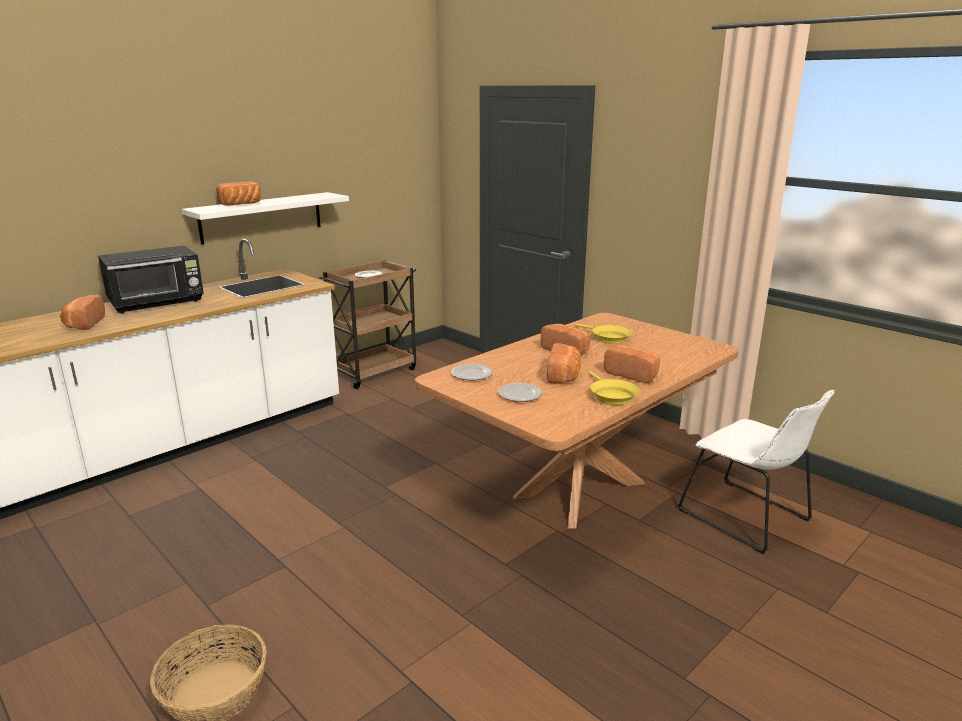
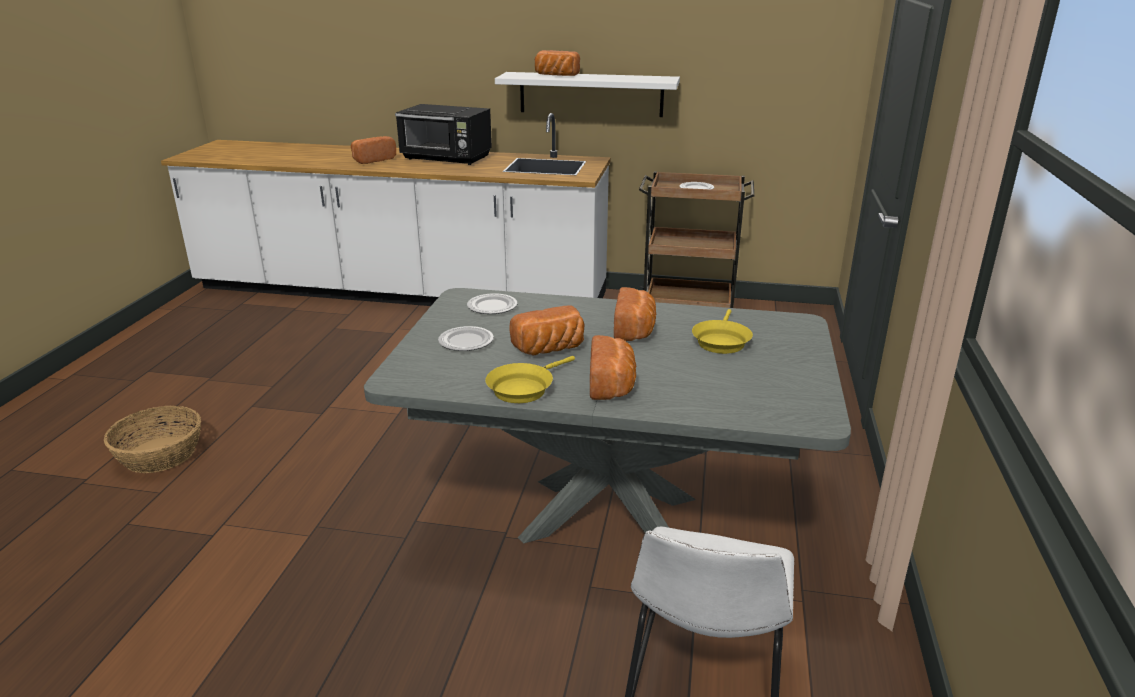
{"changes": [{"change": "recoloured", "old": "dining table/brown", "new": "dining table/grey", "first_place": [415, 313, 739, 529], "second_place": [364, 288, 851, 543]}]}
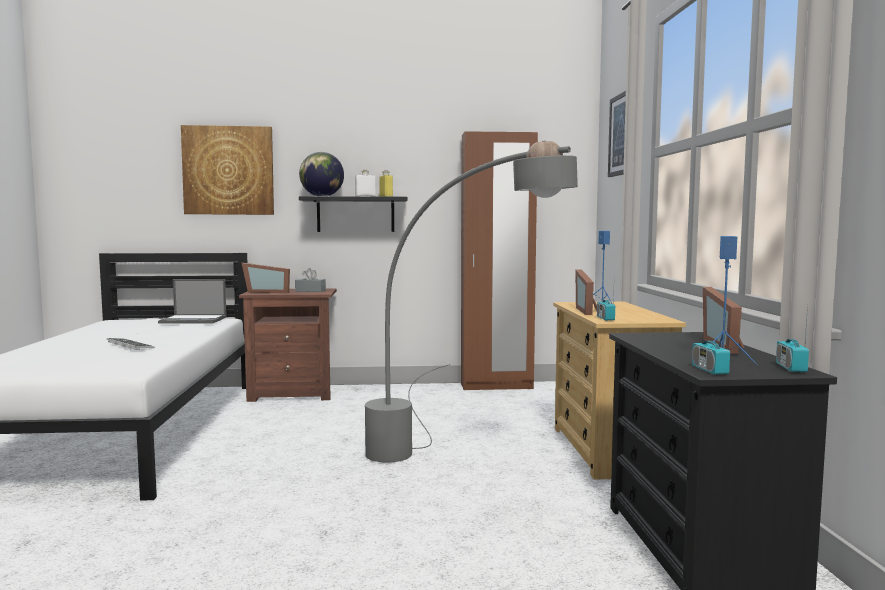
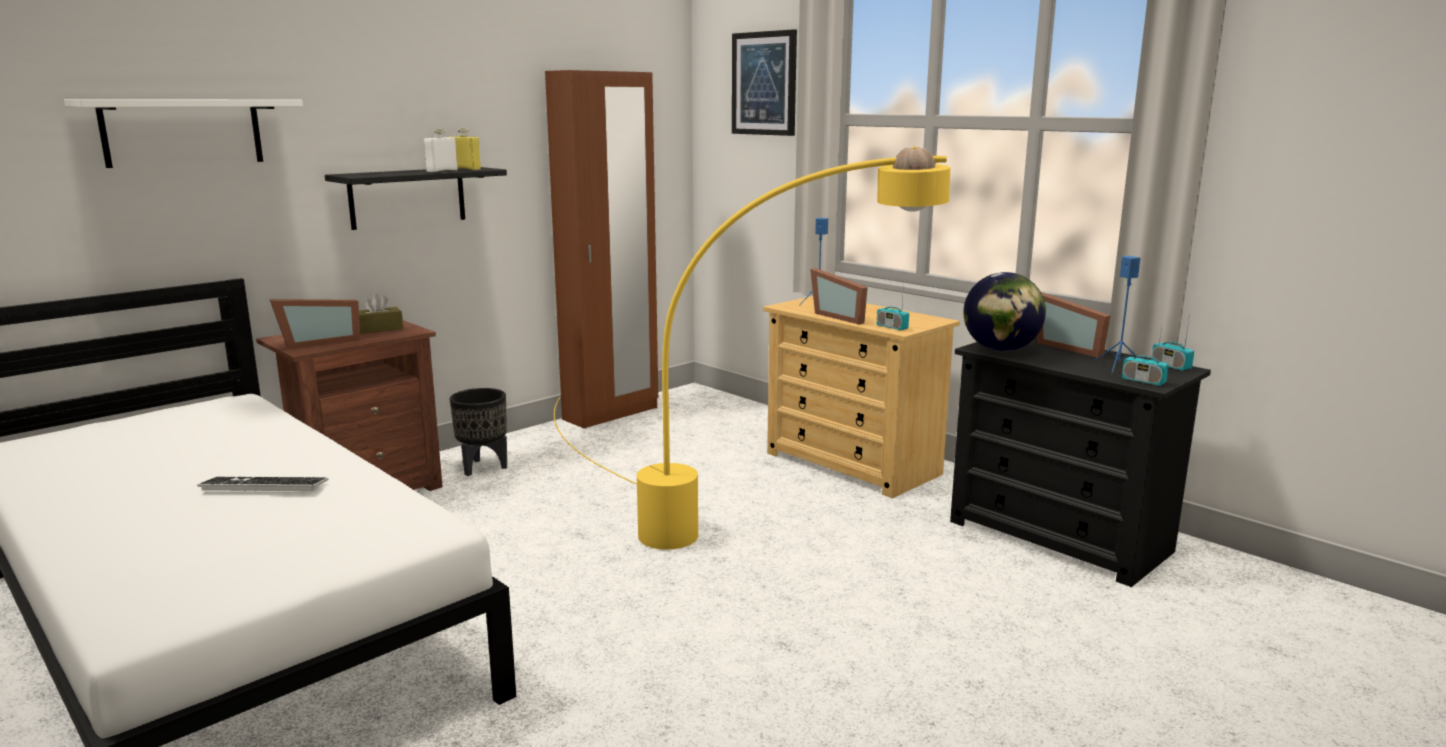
{"changes": [{"change": "removed", "old": "laptop", "first_place": [158, 279, 227, 324]}, {"change": "replaced", "old": "picture", "new": "shelf/white", "first_place": [181, 125, 274, 215], "second_place": [64, 99, 303, 168]}, {"change": "recoloured", "old": "tissue box/grey", "new": "tissue box/brown", "first_place": [295, 268, 326, 292], "second_place": [359, 293, 403, 334]}, {"change": "moved", "old": "globe", "first_place": [299, 152, 344, 196], "second_place": [963, 272, 1046, 351]}, {"change": "recoloured", "old": "floor lamp/grey", "new": "floor lamp/yellow", "first_place": [365, 141, 578, 463], "second_place": [554, 147, 950, 550]}, {"change": "added", "new": "planter/black", "second_place": [450, 388, 507, 476]}]}
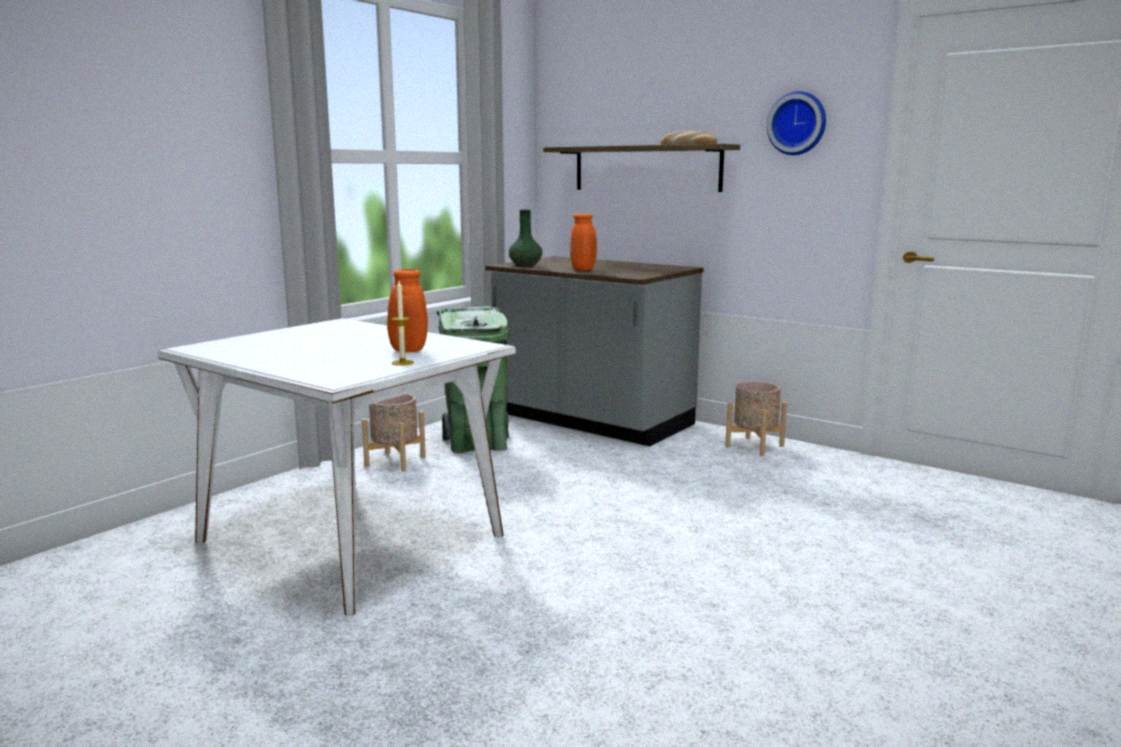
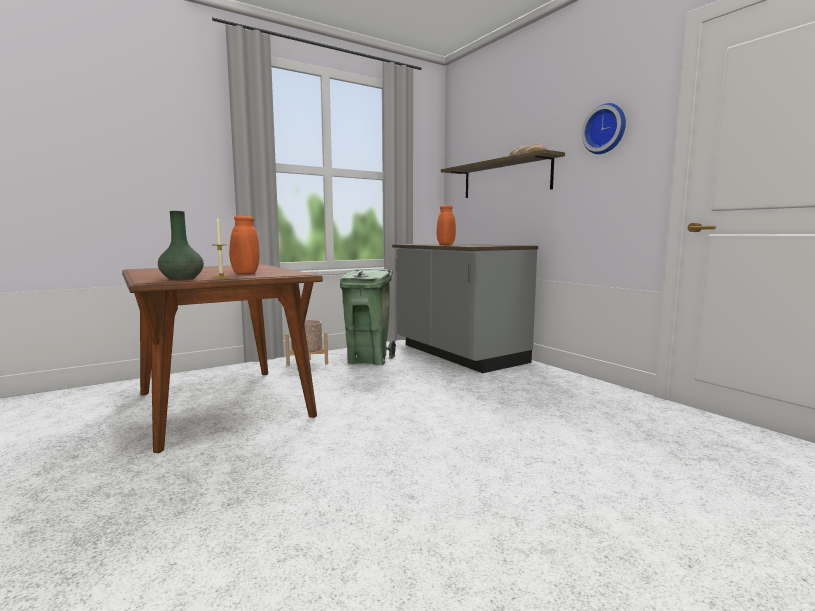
{"changes": [{"change": "recoloured", "old": "dining table/white", "new": "dining table/brown", "first_place": [158, 318, 516, 615], "second_place": [122, 264, 323, 453]}, {"change": "moved", "old": "vase/green", "first_place": [509, 210, 542, 266], "second_place": [158, 211, 204, 280]}, {"change": "removed", "old": "planter/beige", "first_place": [725, 381, 787, 456]}]}
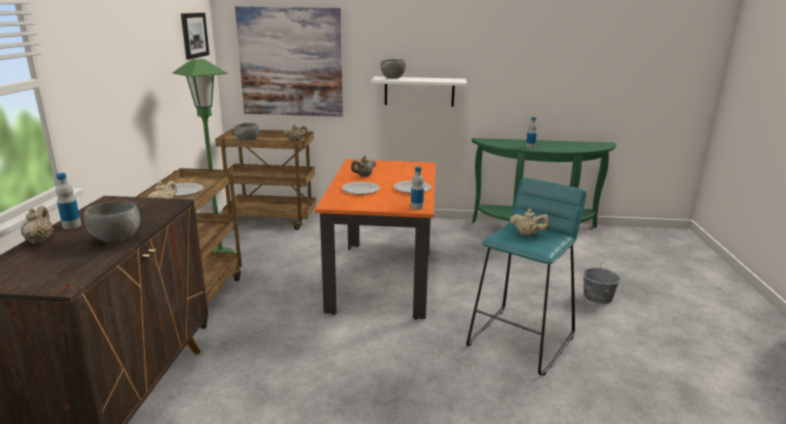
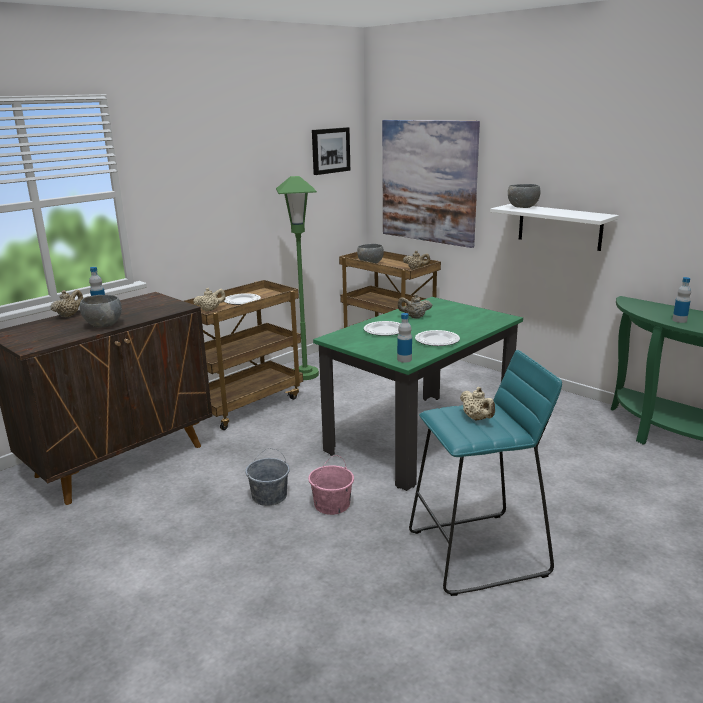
{"changes": [{"change": "recoloured", "old": "dining table/orange", "new": "dining table/green", "first_place": [315, 159, 436, 320], "second_place": [313, 297, 523, 491]}, {"change": "moved", "old": "bucket/grey", "first_place": [582, 258, 621, 304], "second_place": [245, 448, 290, 506]}, {"change": "added", "new": "bucket/pink", "second_place": [308, 456, 354, 515]}]}
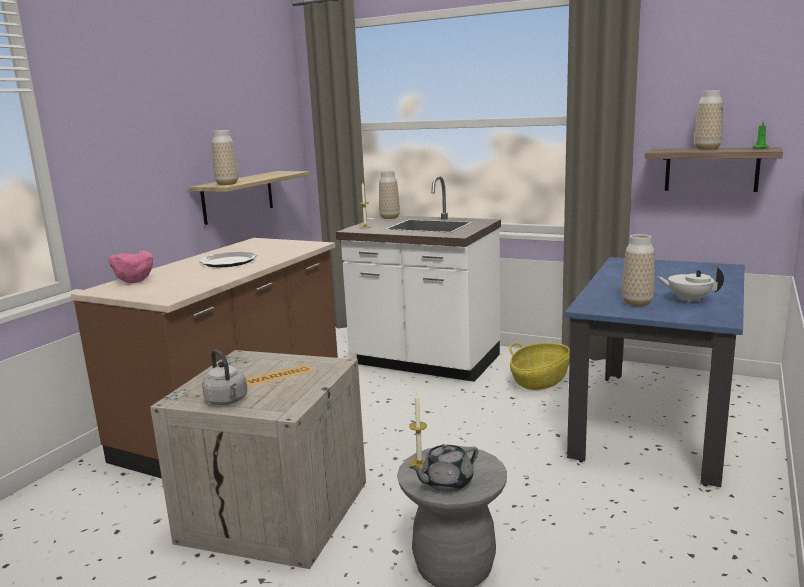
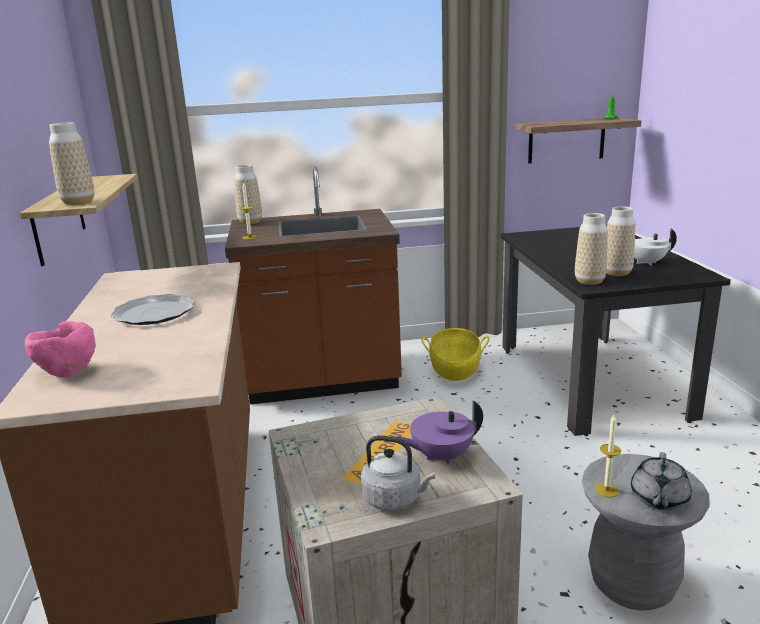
{"changes": [{"change": "recoloured", "old": "counter/white", "new": "counter/brown", "first_place": [336, 176, 501, 382], "second_place": [225, 166, 402, 405]}, {"change": "recoloured", "old": "dining table/blue", "new": "dining table/black", "first_place": [565, 257, 744, 487], "second_place": [500, 225, 731, 436]}, {"change": "moved", "old": "vase", "first_place": [694, 90, 723, 150], "second_place": [575, 213, 608, 285]}, {"change": "added", "new": "teapot/purple", "second_place": [396, 400, 483, 464]}]}
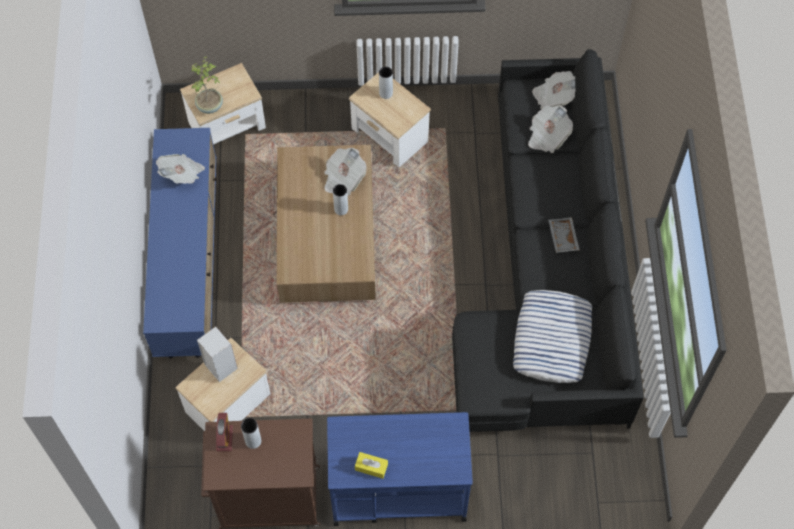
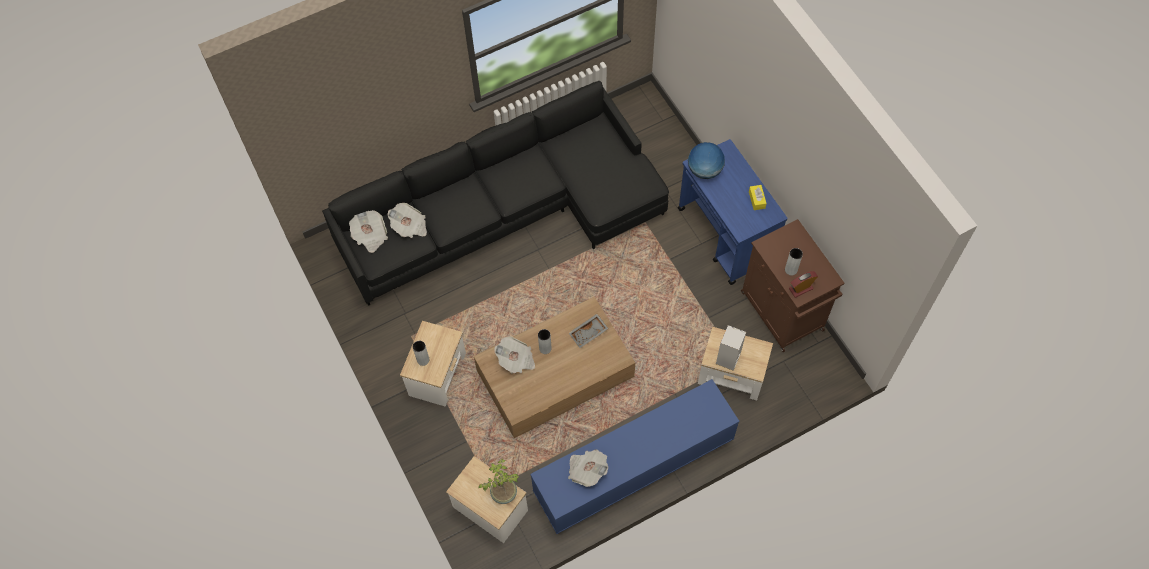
{"changes": [{"change": "removed", "old": "pillow", "first_place": [513, 290, 592, 383]}, {"change": "moved", "old": "tray/grey", "first_place": [548, 217, 580, 253], "second_place": [569, 314, 608, 348]}, {"change": "added", "new": "globe", "second_place": [688, 142, 725, 179]}]}
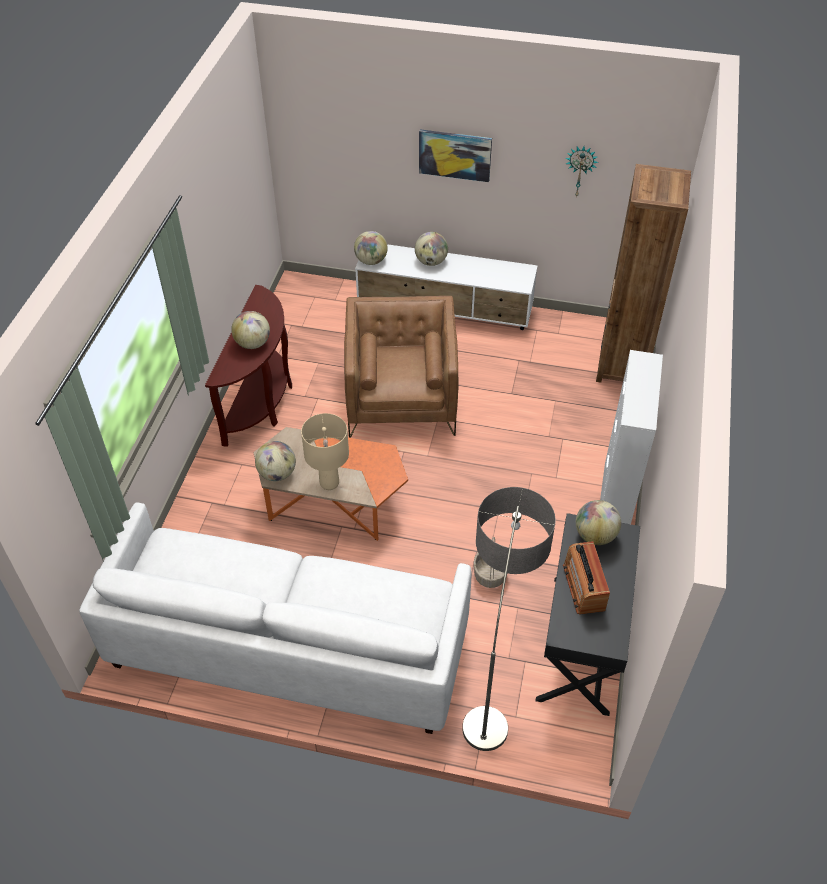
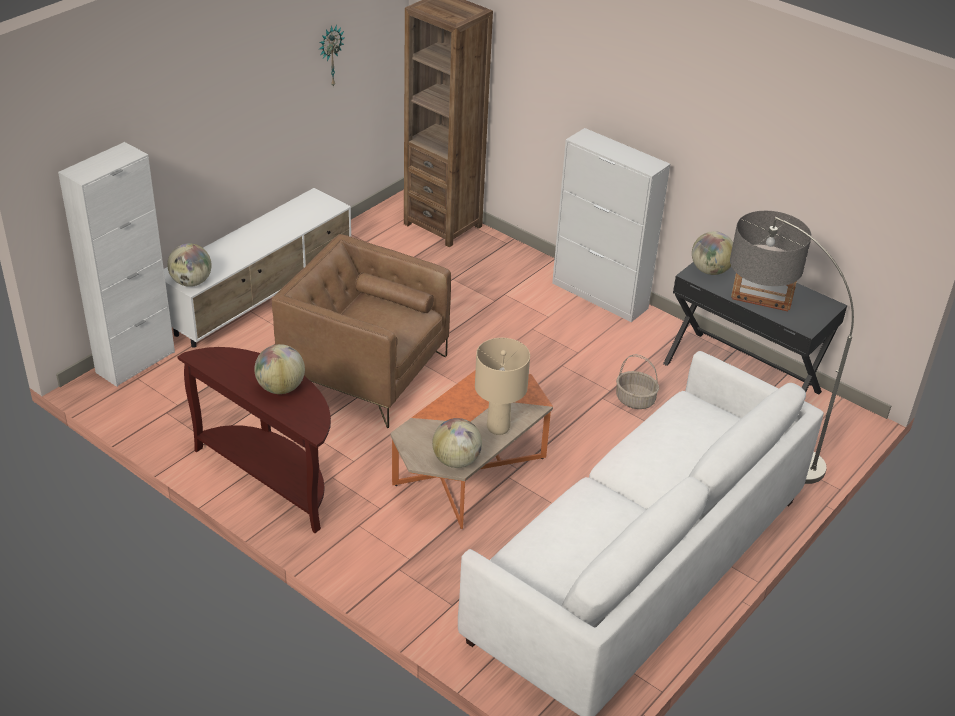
{"changes": [{"change": "removed", "old": "globe", "first_place": [415, 232, 448, 266]}, {"change": "removed", "old": "picture", "first_place": [419, 129, 492, 182]}, {"change": "added", "new": "cabinet/white", "second_place": [58, 142, 175, 387]}]}
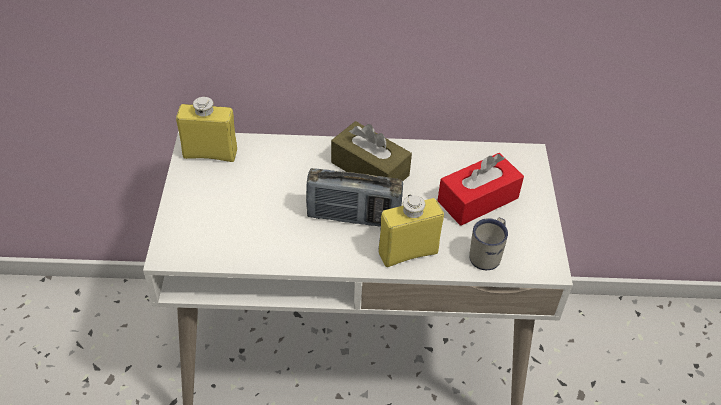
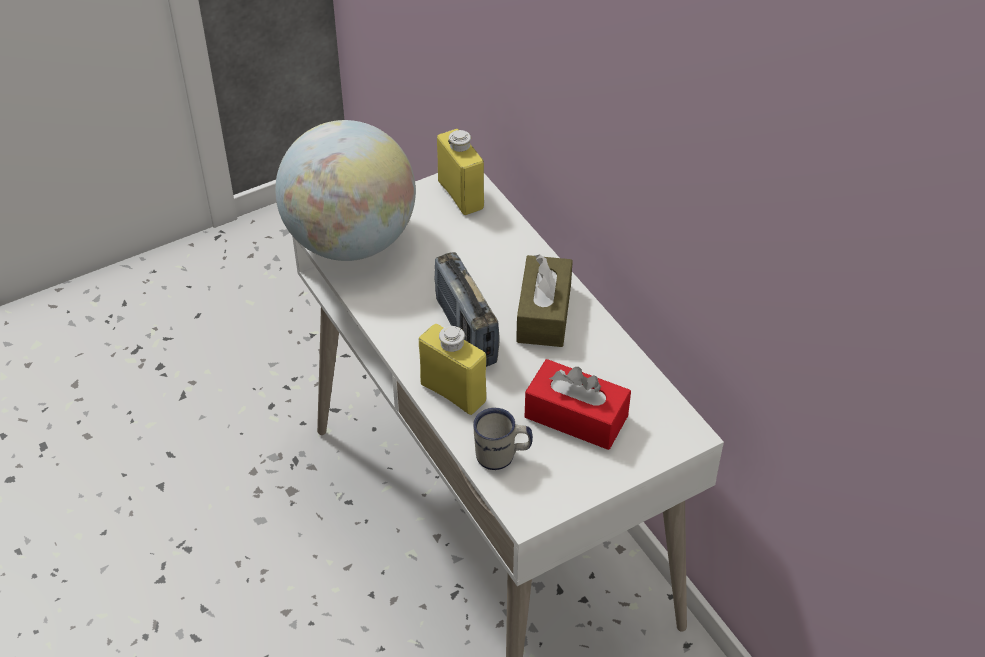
{"changes": [{"change": "added", "new": "globe", "second_place": [275, 120, 416, 261]}]}
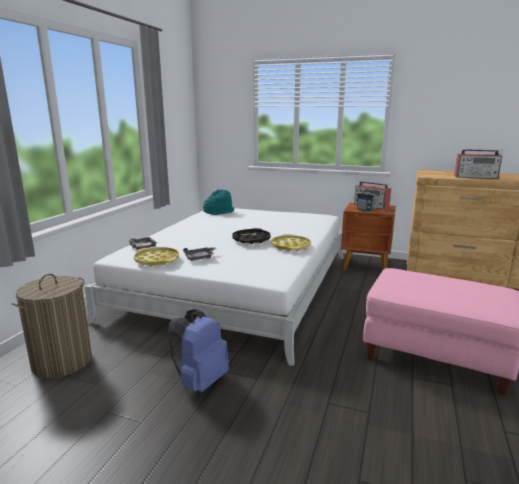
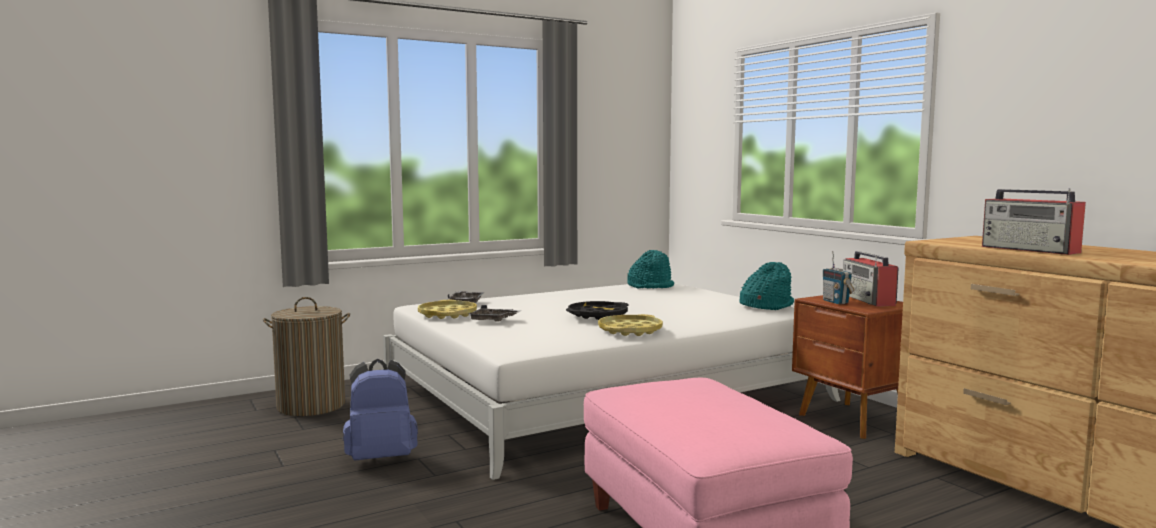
{"changes": [{"change": "added", "new": "hat/turquoise", "second_place": [739, 262, 794, 310]}]}
